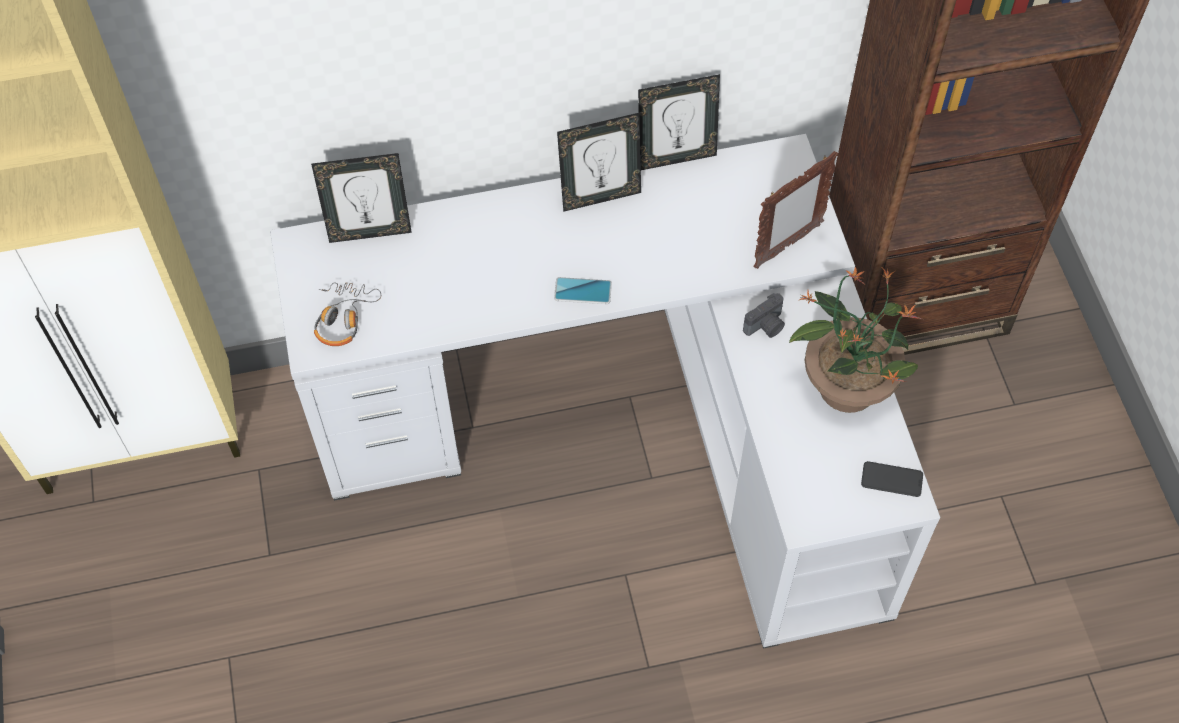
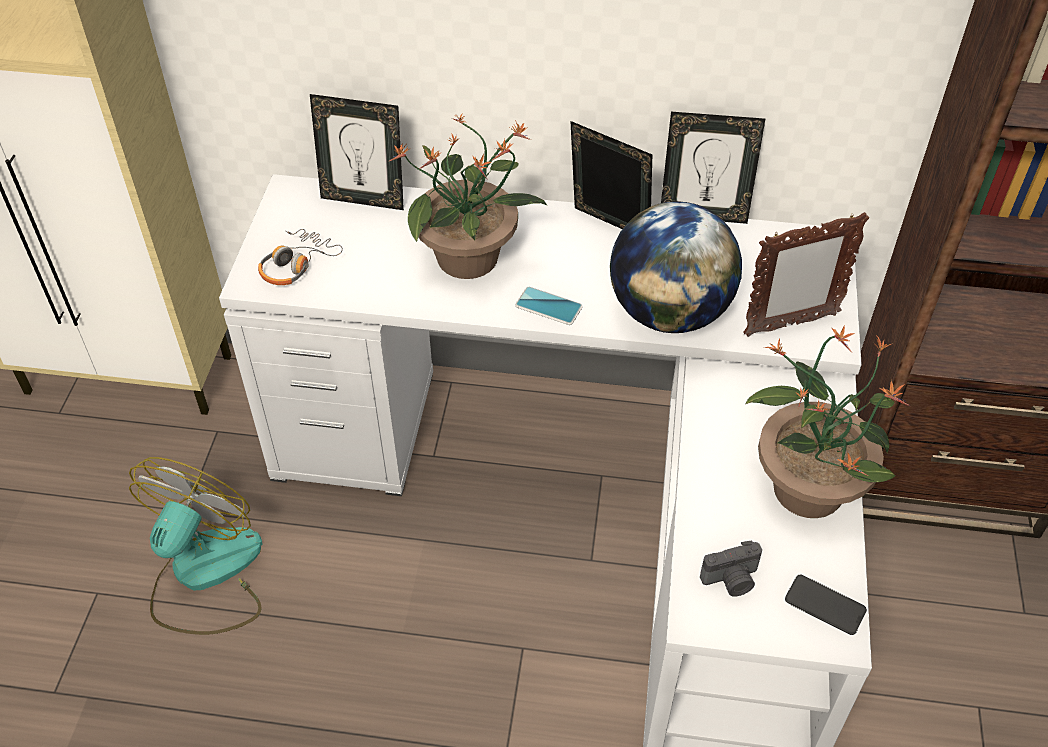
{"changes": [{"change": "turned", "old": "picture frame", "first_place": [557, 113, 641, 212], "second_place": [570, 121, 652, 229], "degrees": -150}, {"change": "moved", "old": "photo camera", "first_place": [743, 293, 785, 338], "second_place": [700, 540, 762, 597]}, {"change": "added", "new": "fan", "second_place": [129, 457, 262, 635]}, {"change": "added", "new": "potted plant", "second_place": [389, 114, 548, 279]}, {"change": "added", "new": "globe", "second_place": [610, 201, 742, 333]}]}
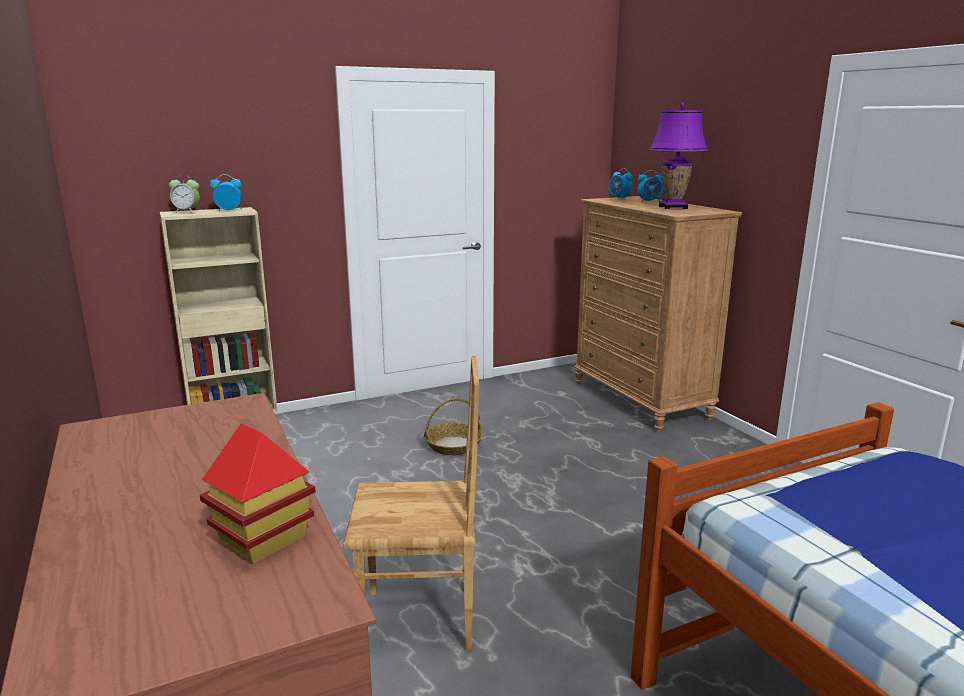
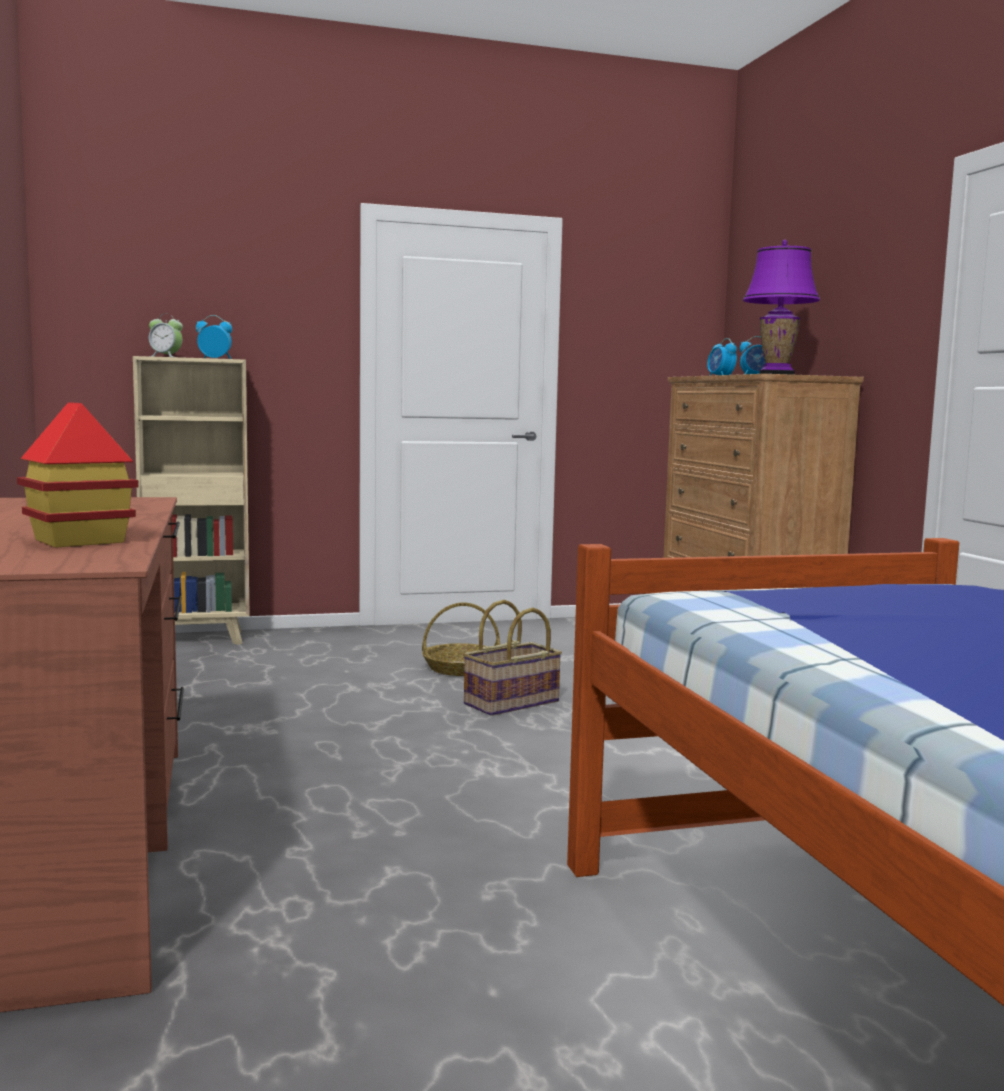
{"changes": [{"change": "removed", "old": "chair/brown", "first_place": [343, 356, 479, 651]}, {"change": "added", "new": "basket", "second_place": [463, 600, 562, 716]}]}
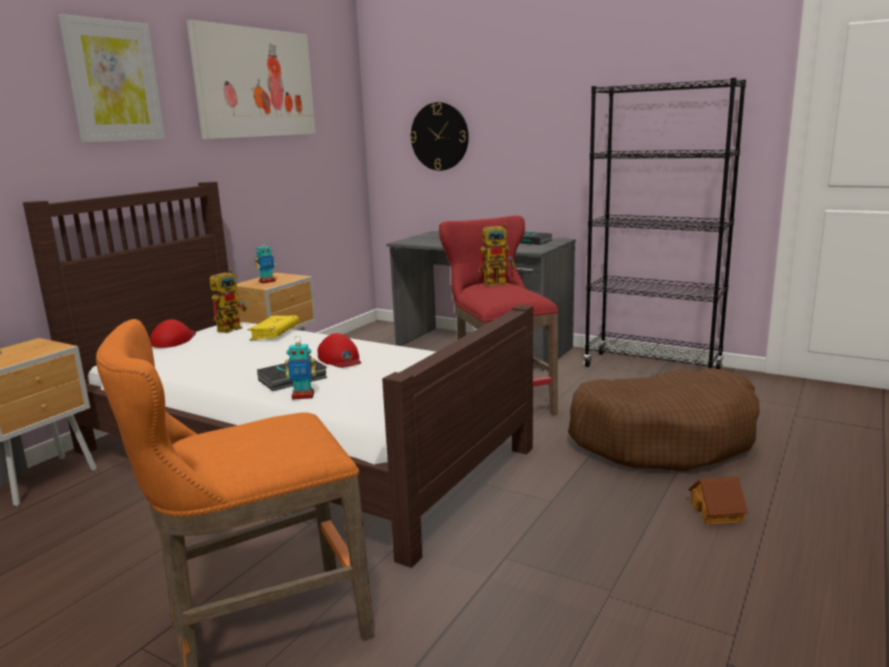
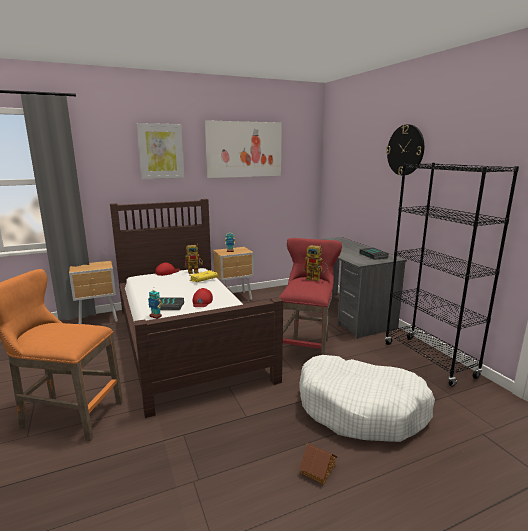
{"changes": [{"change": "moved", "old": "wall clock", "first_place": [410, 102, 469, 171], "second_place": [386, 124, 424, 175]}, {"change": "recoloured", "old": "dog bed/brown", "new": "dog bed/white", "first_place": [568, 368, 760, 471], "second_place": [300, 355, 435, 442]}]}
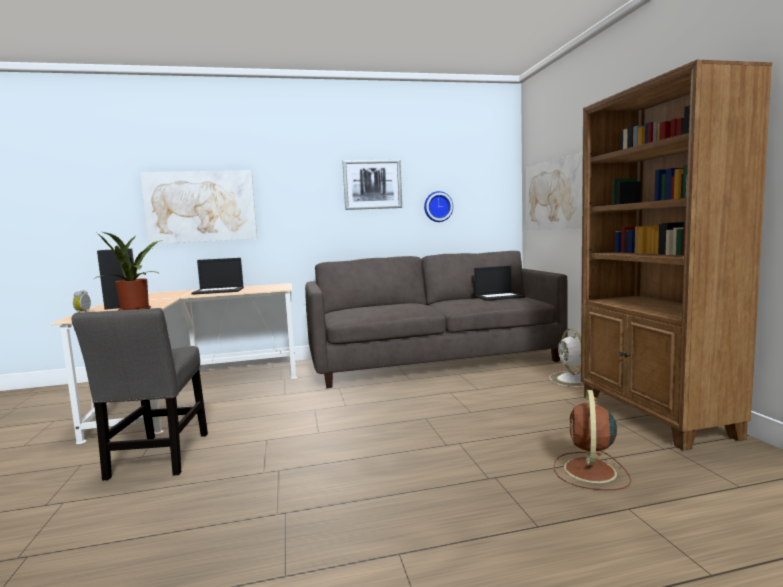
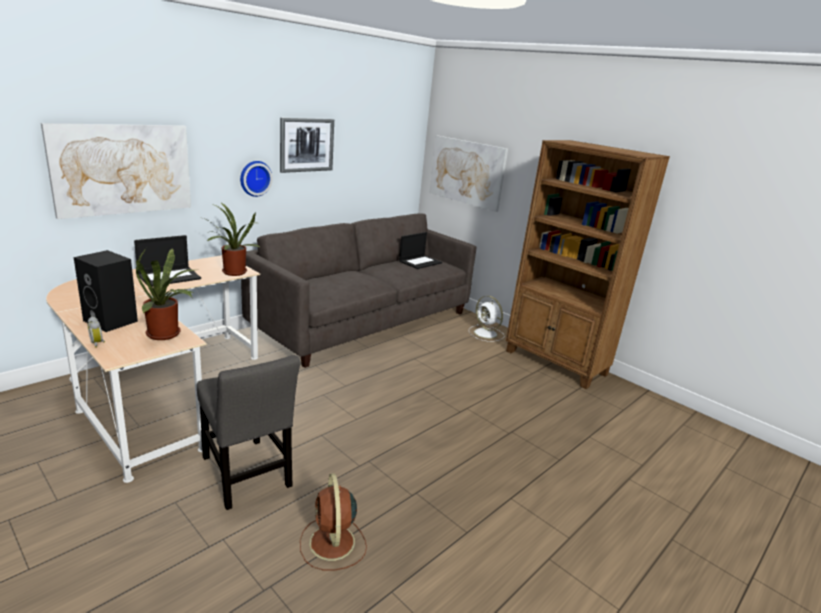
{"changes": [{"change": "moved", "old": "wall clock", "first_place": [424, 191, 453, 222], "second_place": [240, 161, 273, 197]}, {"change": "moved", "old": "fan/brown", "first_place": [554, 390, 631, 490], "second_place": [300, 473, 367, 571]}, {"change": "added", "new": "potted plant", "second_place": [199, 203, 261, 276]}]}
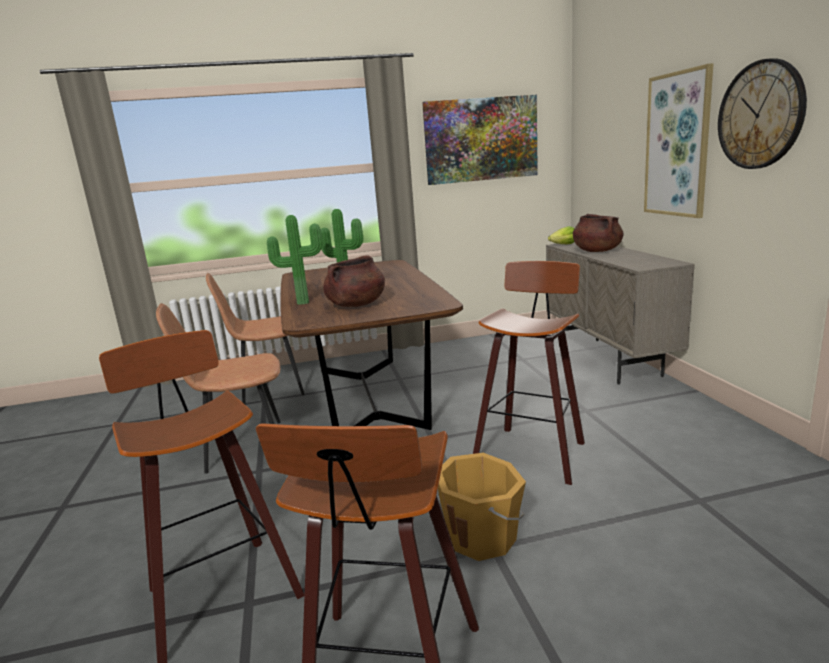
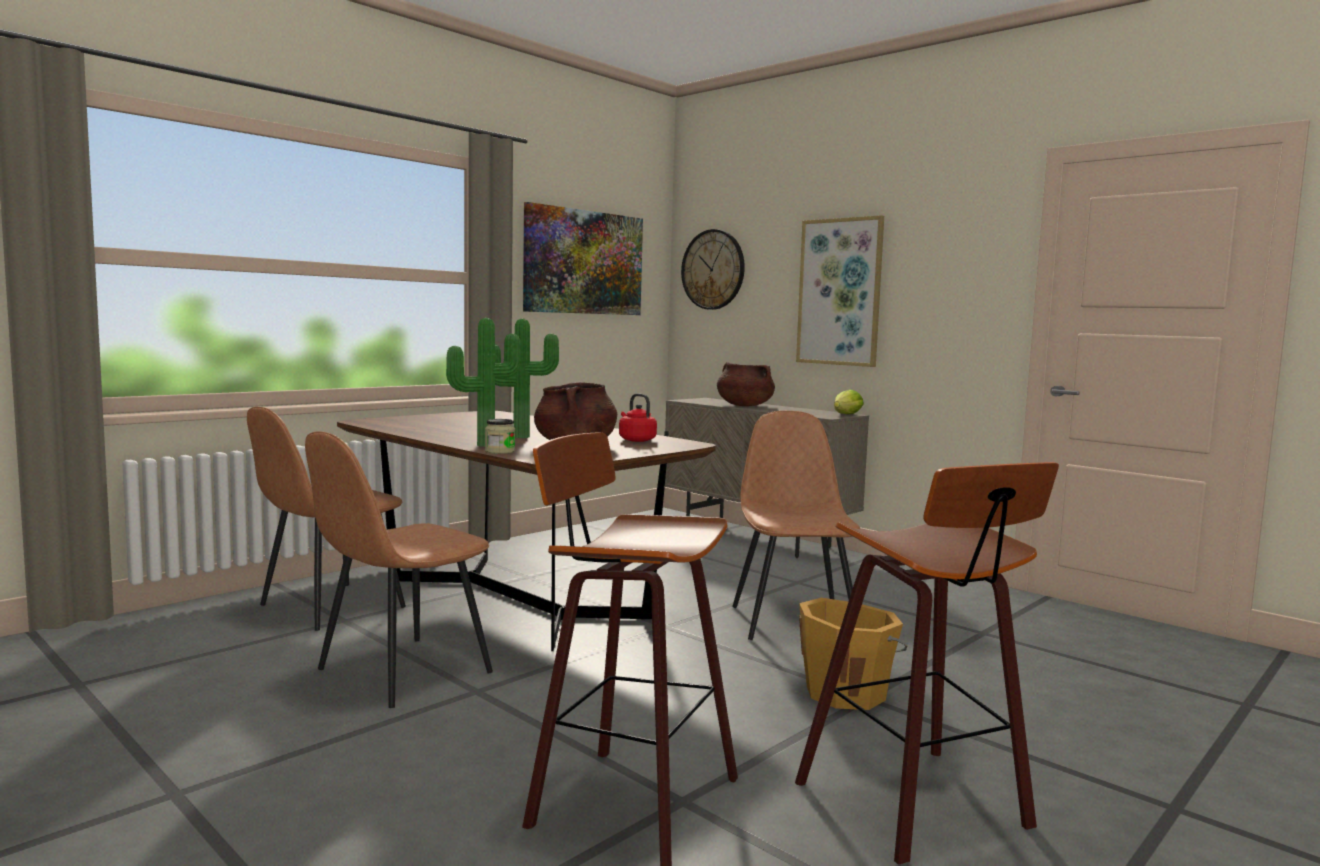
{"changes": [{"change": "replaced", "old": "stool", "new": "chair/brown", "first_place": [473, 261, 585, 485], "second_place": [732, 411, 860, 640]}, {"change": "moved", "old": "lettuce", "first_place": [548, 226, 575, 244], "second_place": [834, 389, 864, 414]}, {"change": "moved", "old": "wall clock", "first_place": [718, 58, 807, 169], "second_place": [681, 229, 745, 310]}, {"change": "added", "new": "jar", "second_place": [485, 419, 515, 454]}, {"change": "added", "new": "kettle/red", "second_place": [619, 393, 657, 442]}]}
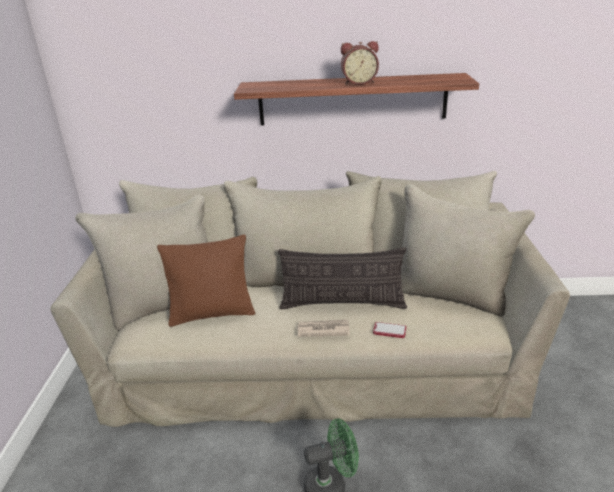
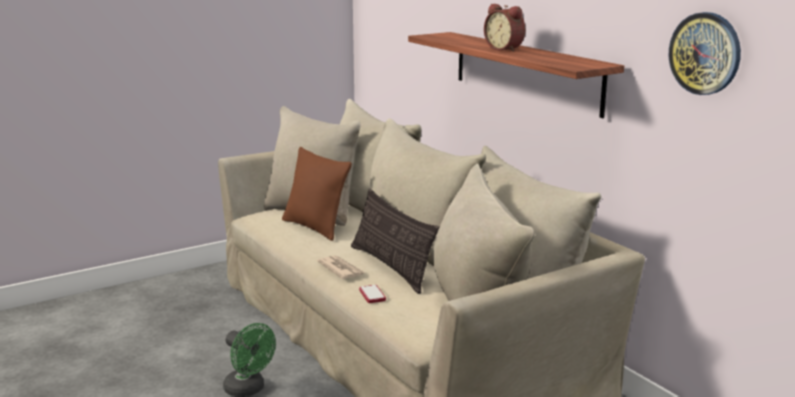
{"changes": [{"change": "added", "new": "wall clock", "second_place": [669, 12, 741, 95]}]}
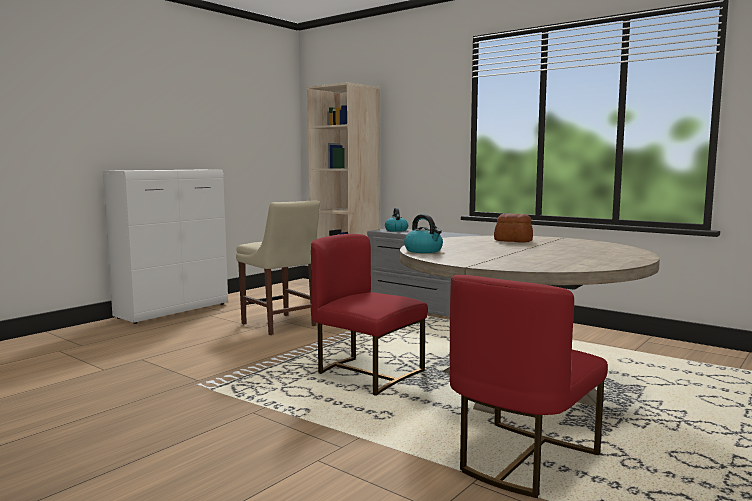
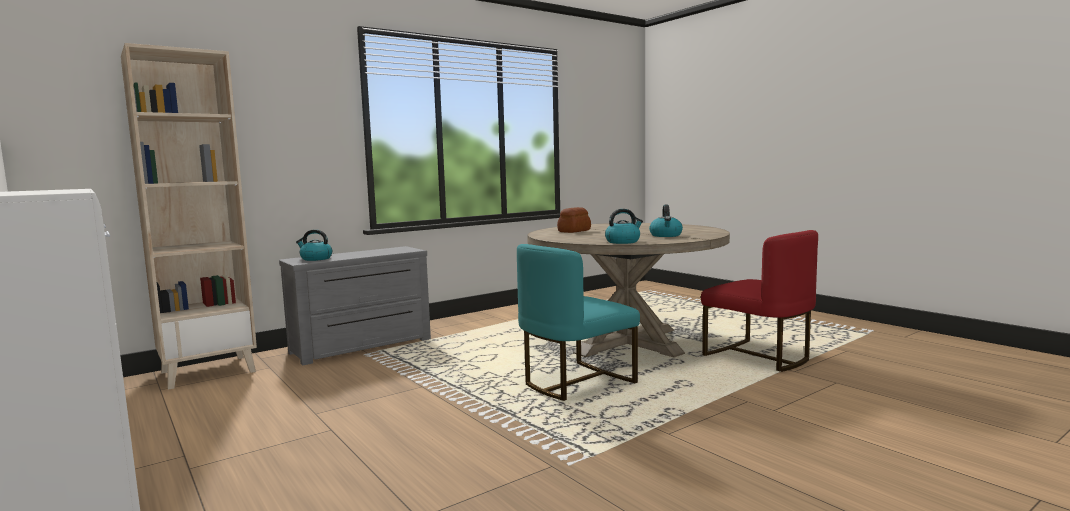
{"changes": [{"change": "removed", "old": "chair/beige", "first_place": [236, 200, 320, 335]}, {"change": "recoloured", "old": "chair/red", "new": "chair/turquoise", "first_place": [311, 234, 428, 396], "second_place": [517, 244, 640, 401]}, {"change": "added", "new": "kettle", "second_place": [649, 205, 683, 237]}]}
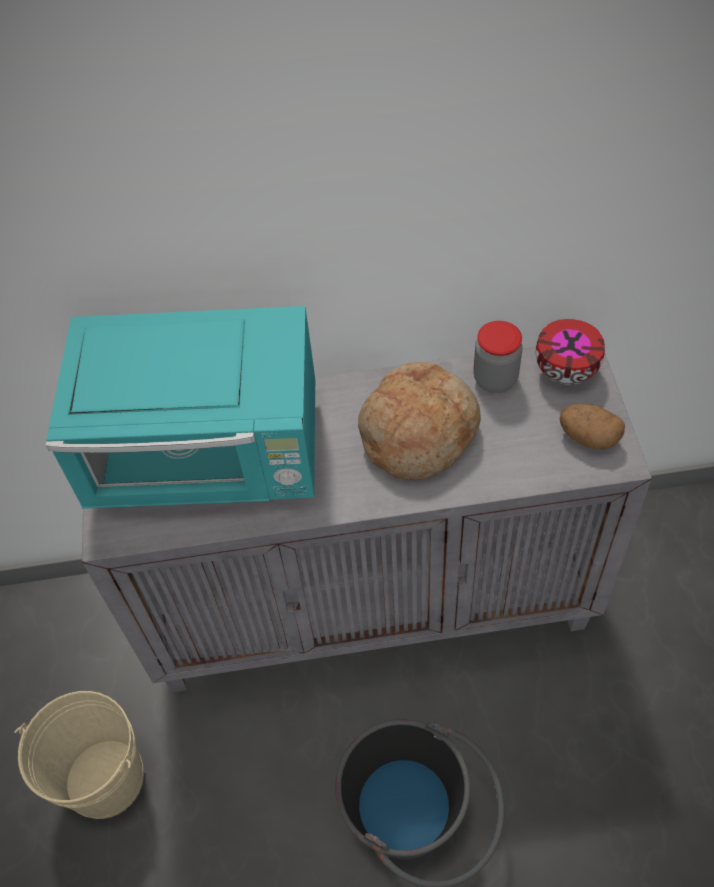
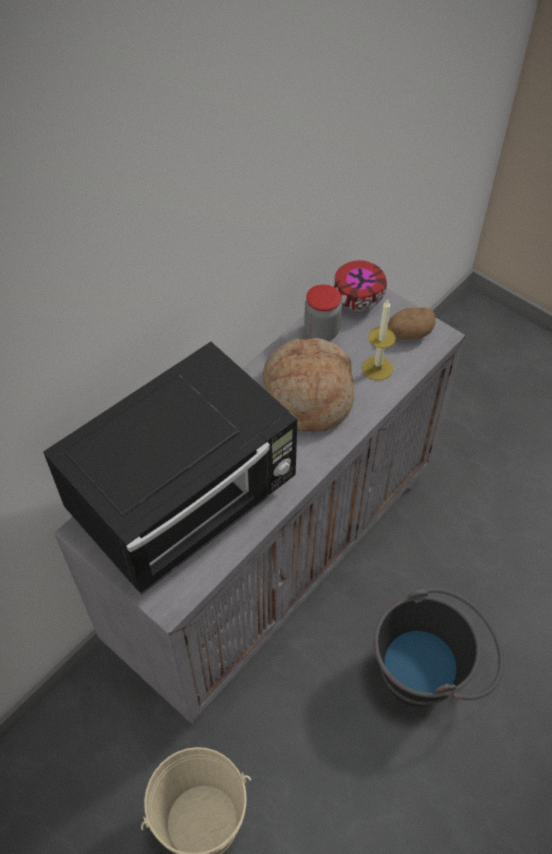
{"changes": [{"change": "recoloured", "old": "microwave/turquoise", "new": "microwave/black", "first_place": [46, 306, 315, 509], "second_place": [43, 342, 297, 595]}, {"change": "added", "new": "candle", "second_place": [362, 299, 396, 380]}]}
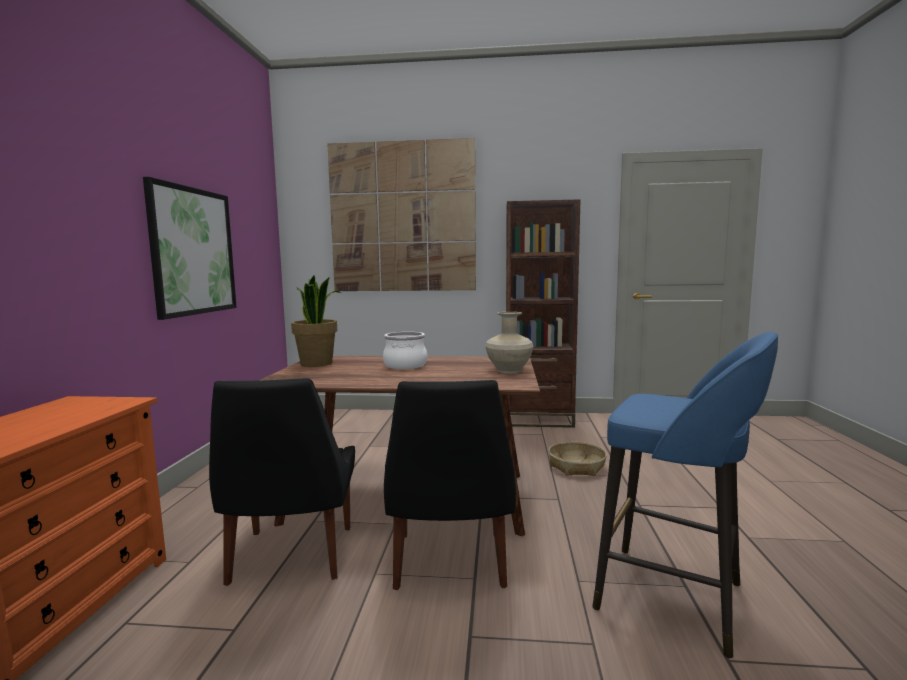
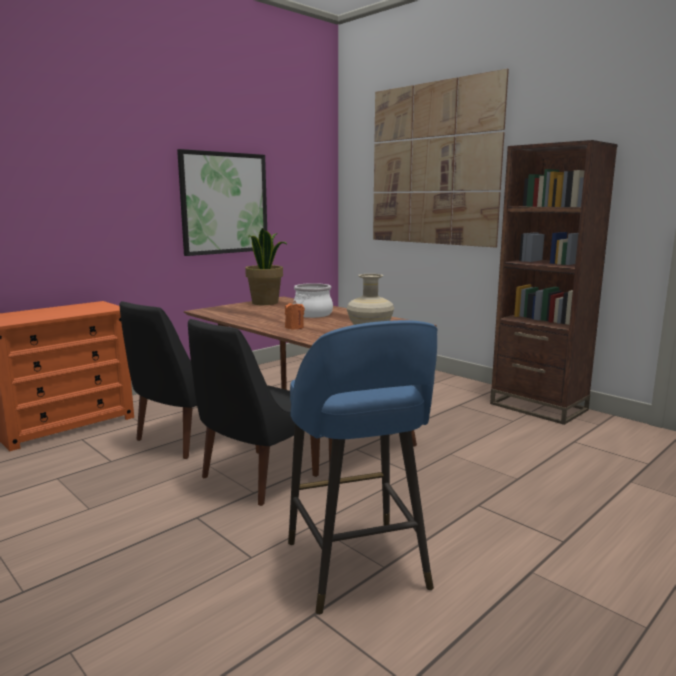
{"changes": [{"change": "removed", "old": "basket", "first_place": [548, 442, 607, 476]}, {"change": "added", "new": "candle/orange", "second_place": [285, 301, 305, 329]}]}
